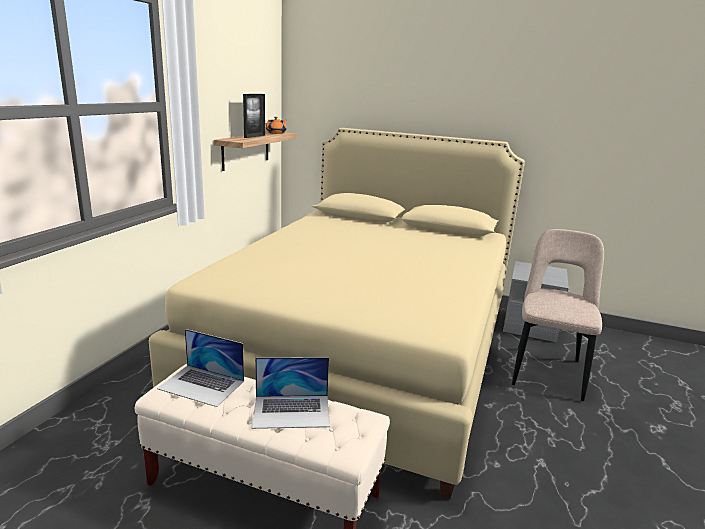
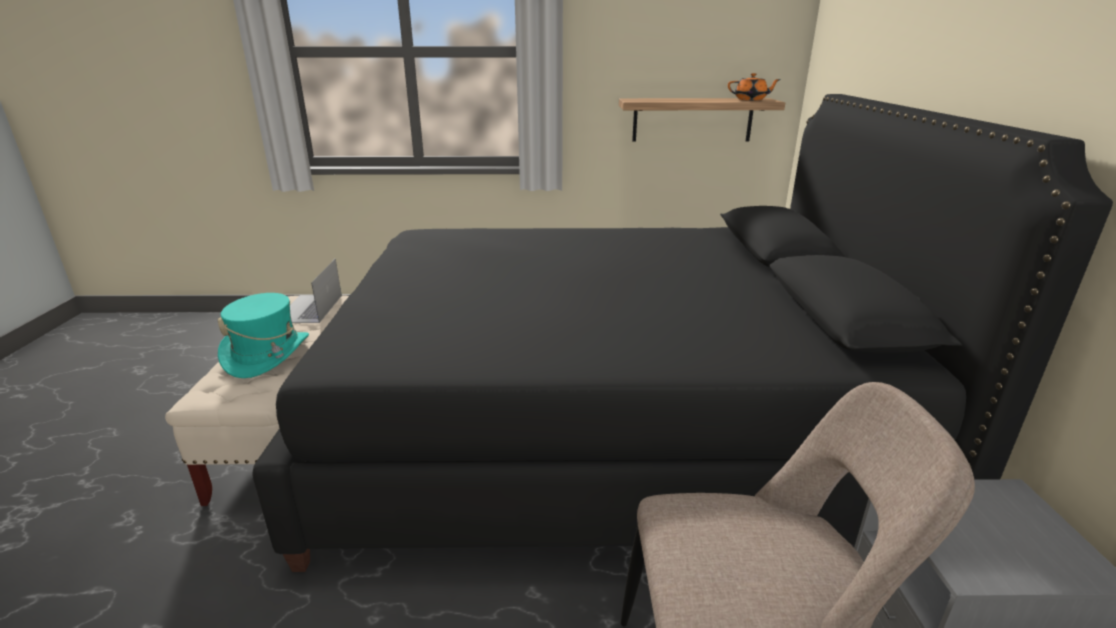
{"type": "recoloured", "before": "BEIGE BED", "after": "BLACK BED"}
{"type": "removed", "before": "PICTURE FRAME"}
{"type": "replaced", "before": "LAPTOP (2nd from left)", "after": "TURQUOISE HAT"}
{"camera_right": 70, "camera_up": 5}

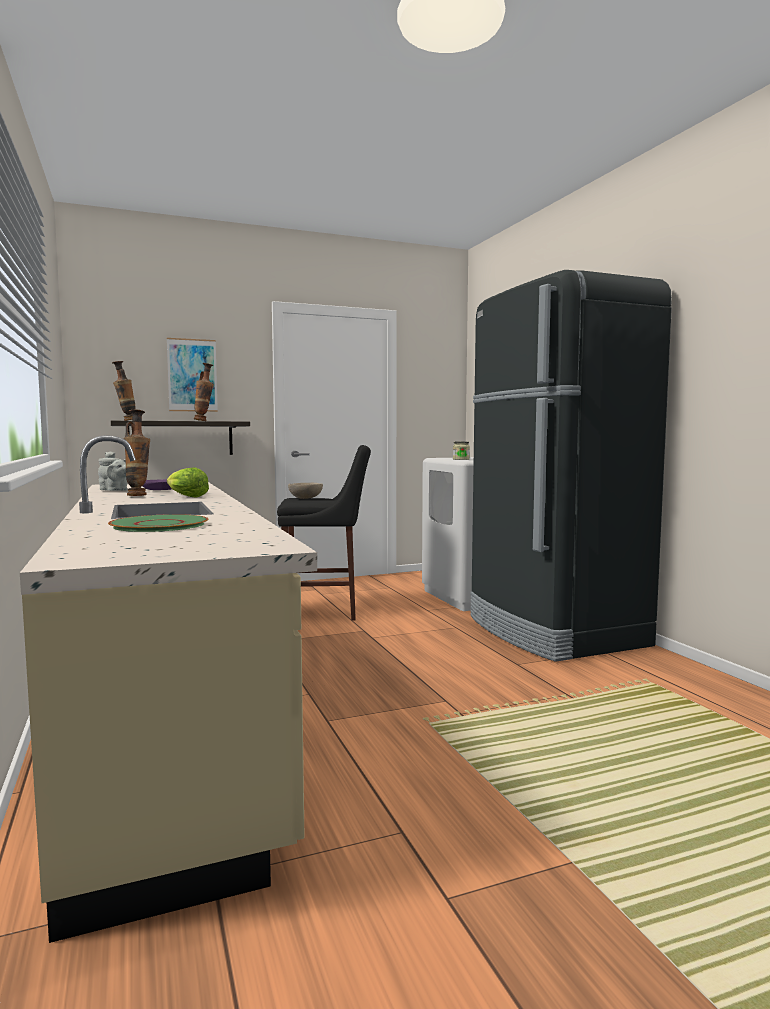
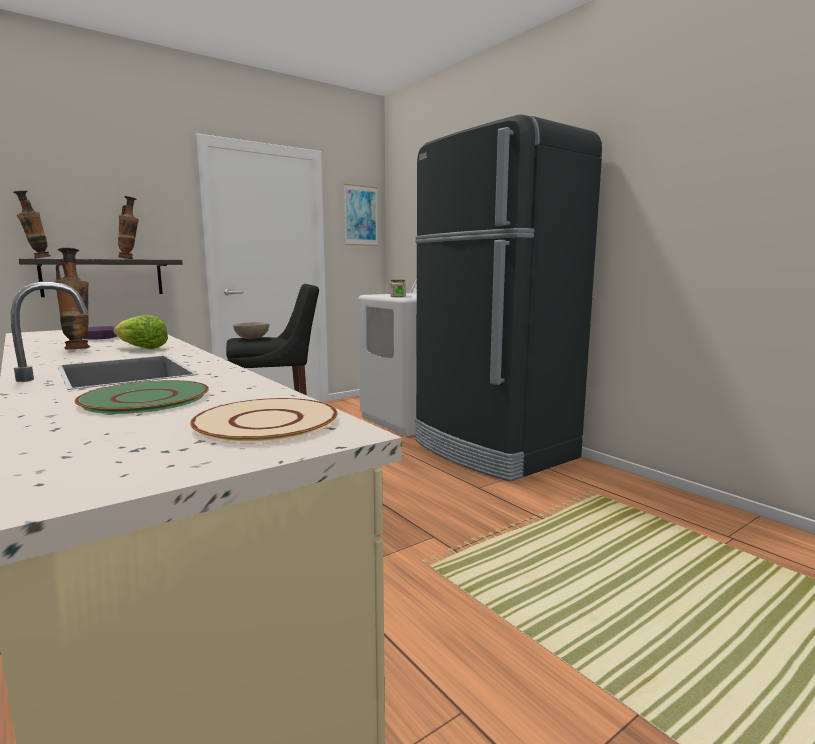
{"type": "removed", "before": "GREY TEAPOT"}
{"type": "moved", "before": "PICTURE"}
{"type": "added", "after": "BEIGE PLATE"}
{"camera_right": -15, "camera_up": 5}

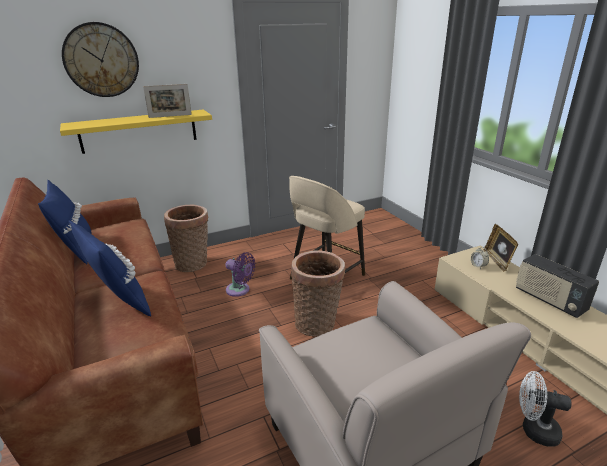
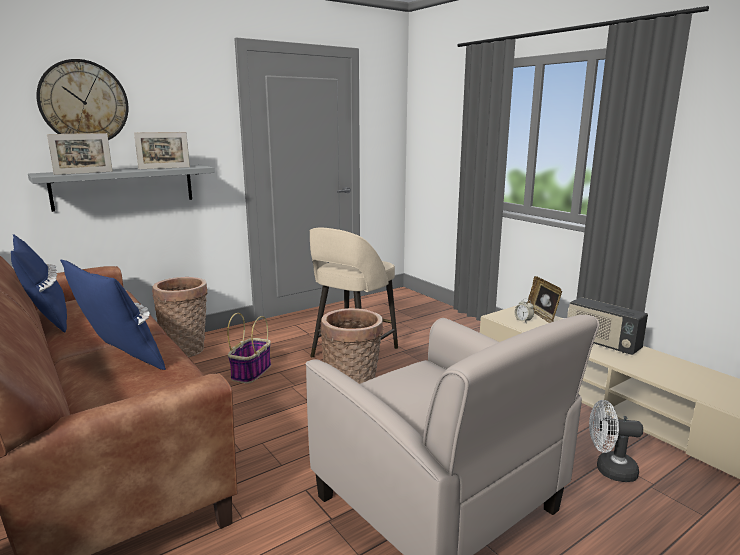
{"type": "recoloured", "before": "YELLOW SHELF", "after": "GREY SHELF"}
{"type": "replaced", "before": "PURPLE FAN", "after": "BASKET (2nd from left)"}
{"type": "added", "after": "PICTURE FRAME (1st from left)"}
{"camera_right": -10, "camera_up": -10}

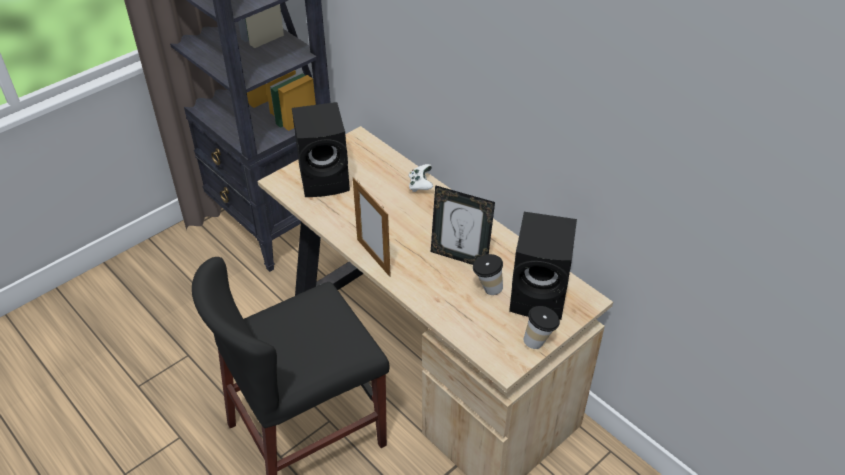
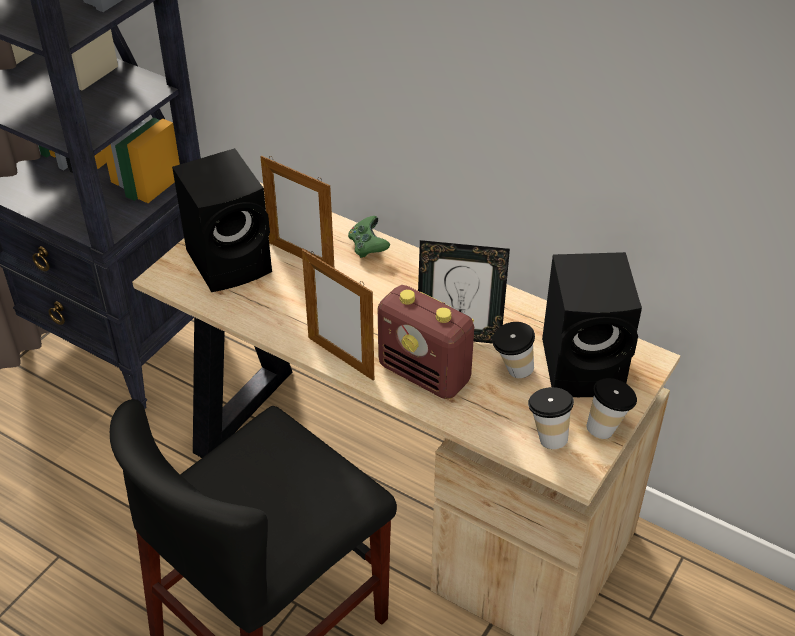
{"type": "recoloured", "before": "WHITE GAME CONTROLLER", "after": "GREEN GAME CONTROLLER"}
{"type": "added", "after": "PICTURE FRAME (1st from left)"}
{"type": "added", "after": "RADIO"}
{"type": "added", "after": "CUP (2nd from left)"}
{"camera_right": -15, "camera_up": 0}

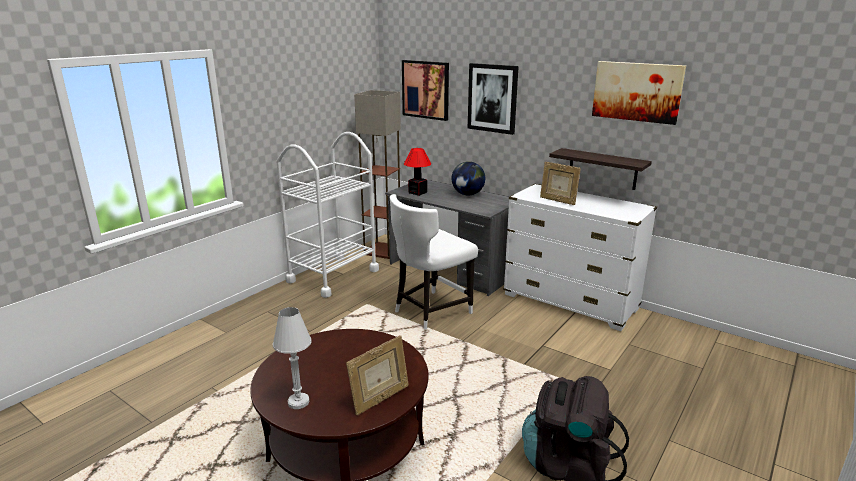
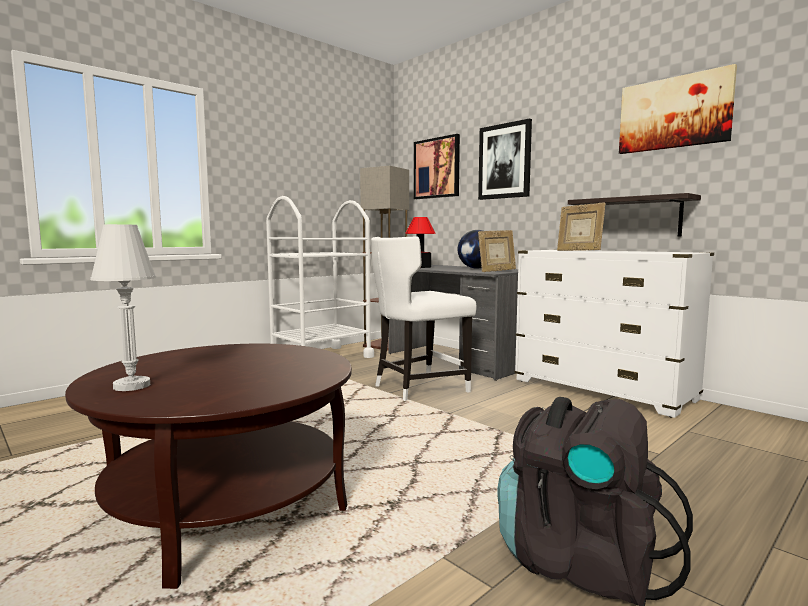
{"type": "moved", "before": "PICTURE FRAME (1st from left)"}
{"camera_right": 10, "camera_up": -15}

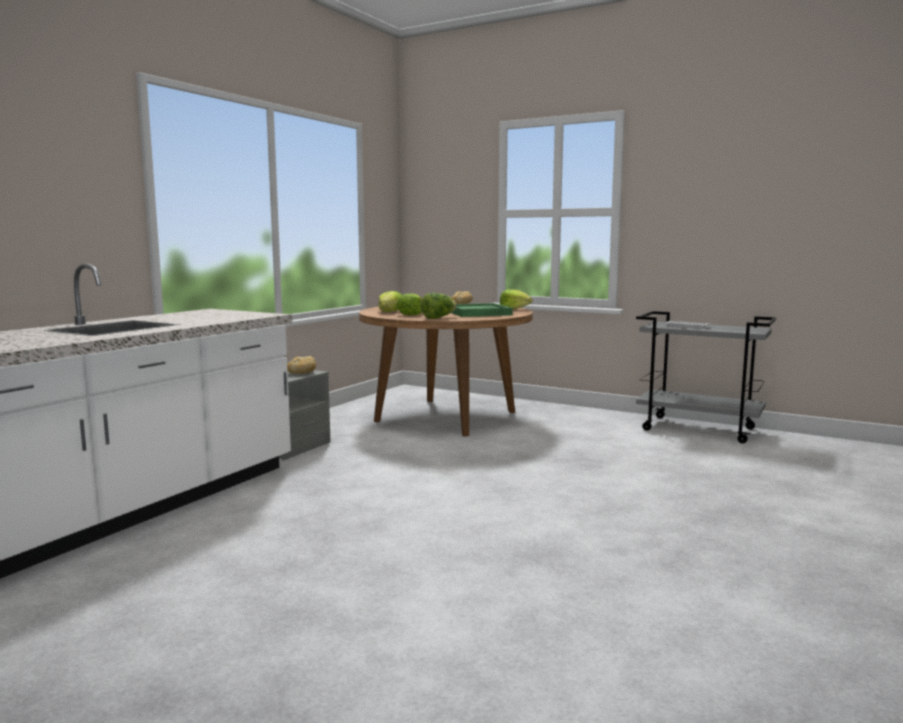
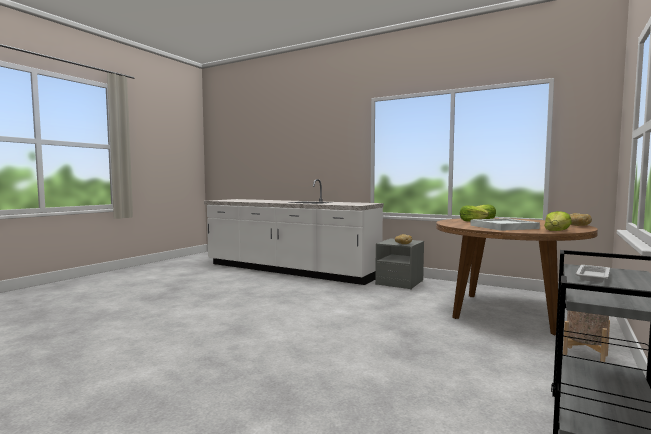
{"type": "removed", "before": "LETTUCE (3rd from left)"}
{"type": "recoloured", "before": "GREEN TRAY", "after": "WHITE TRAY (1st from left)"}
{"type": "added", "after": "BEIGE PLANTER"}
{"camera_right": 90, "camera_up": -5}

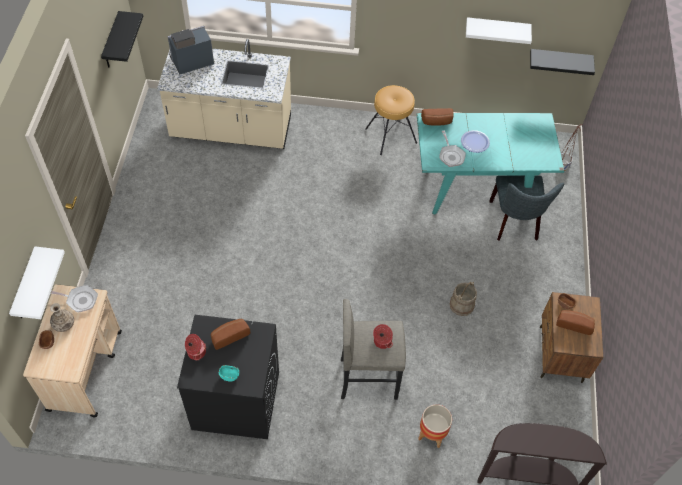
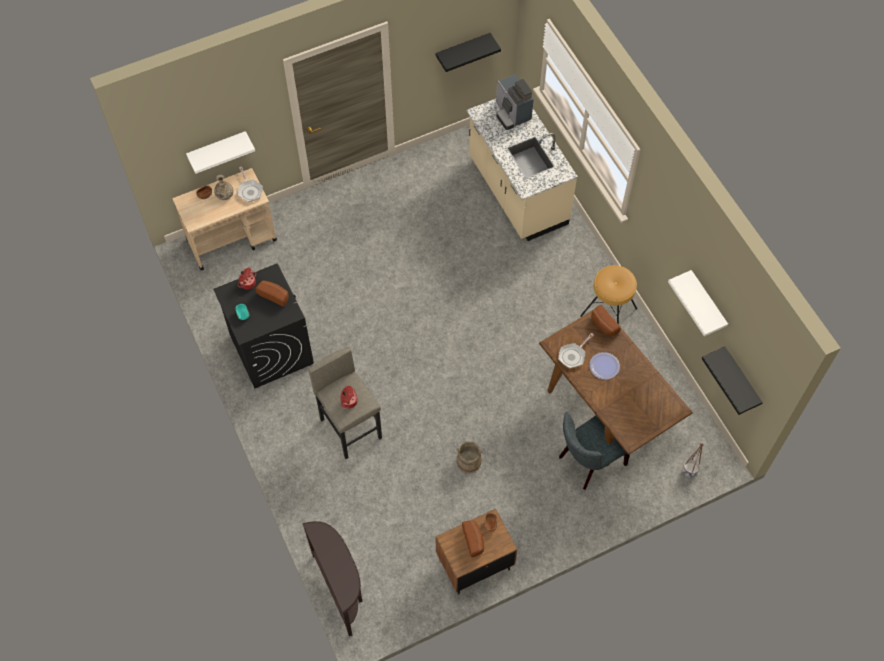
{"type": "turned", "before": "COFFEE MACHINE", "turn": -150}
{"type": "recoloured", "before": "TURQUOISE DINING TABLE", "after": "BROWN DINING TABLE"}
{"type": "removed", "before": "PLANTER (1st from left)"}
{"camera_right": 60, "camera_up": 5}

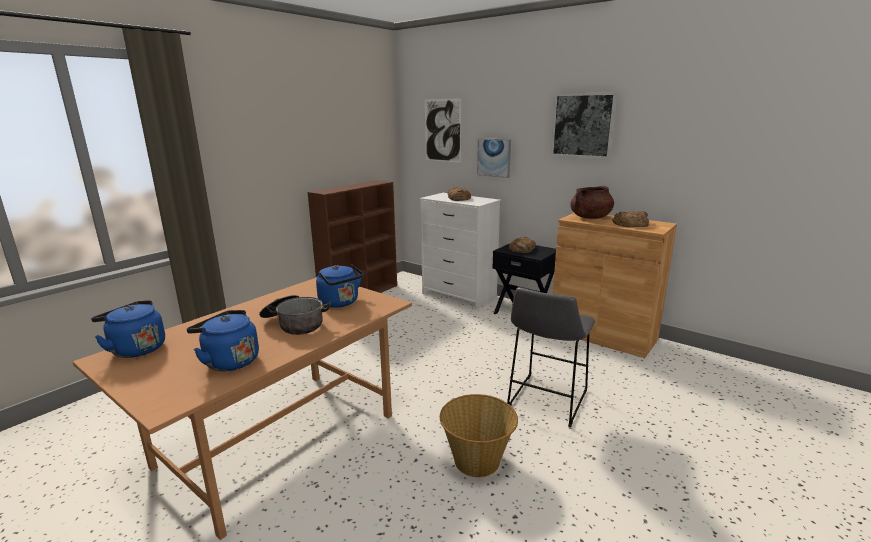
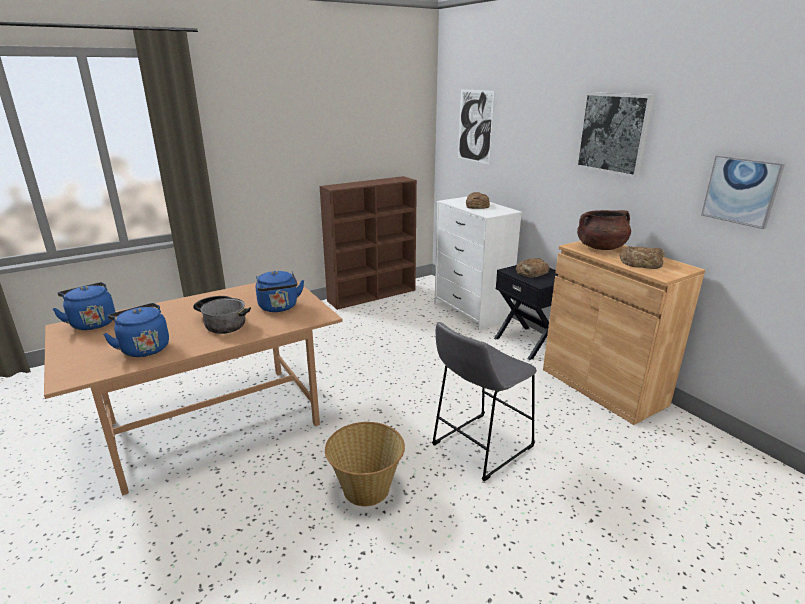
{"type": "moved", "before": "PICTURE (2nd from left in the first image)", "after": "PICTURE (3rd from left)"}
{"camera_right": 20, "camera_up": 5}

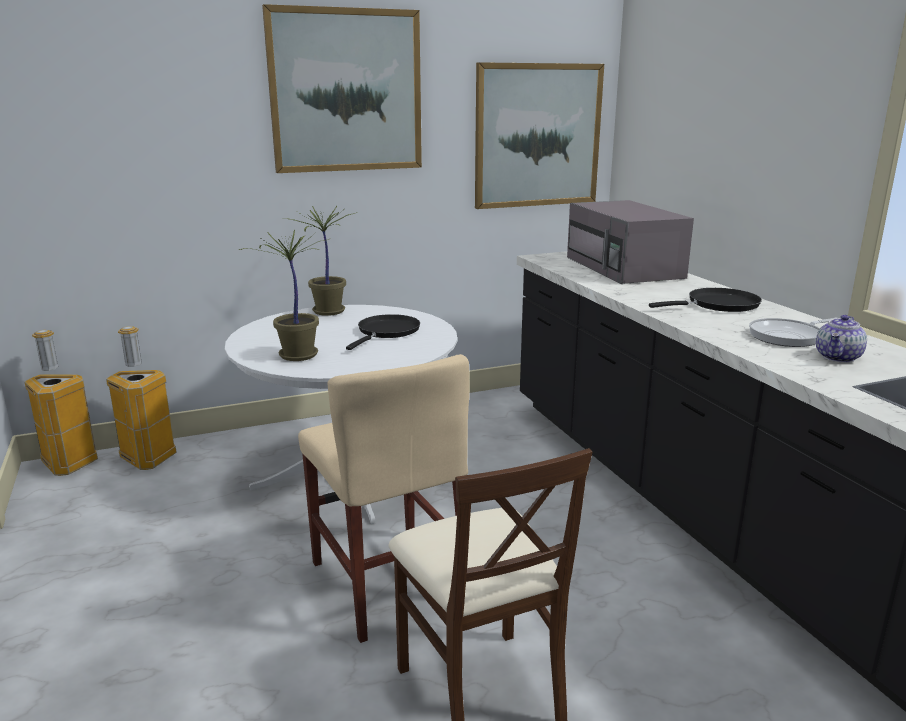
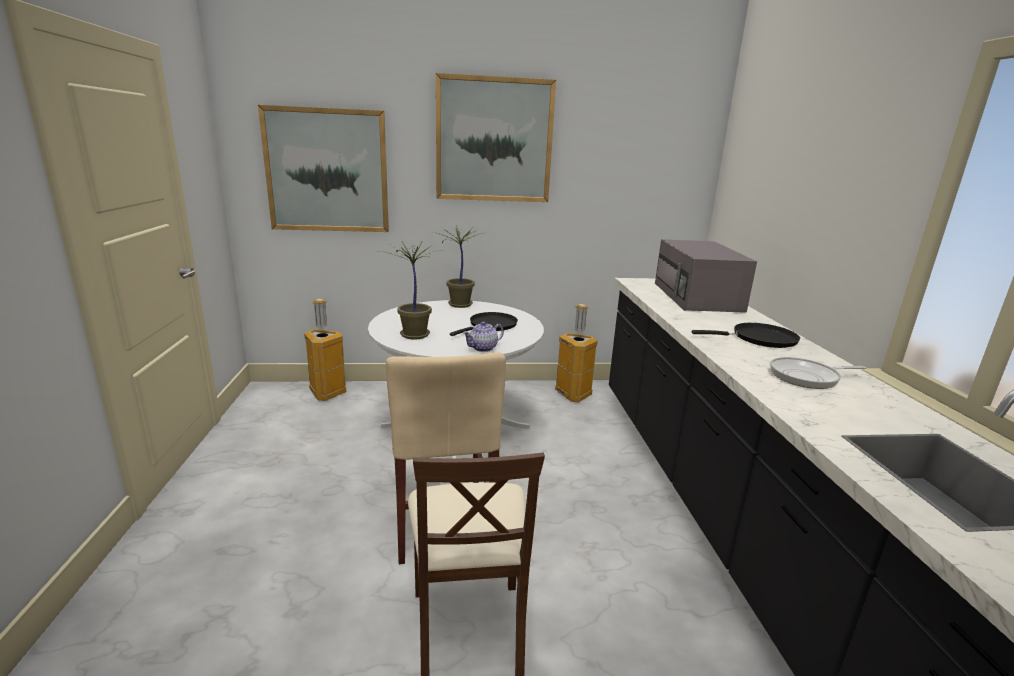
{"type": "moved", "before": "TRASH CAN (1st from left in the first image)", "after": "TRASH CAN (2nd from left)"}
{"type": "moved", "before": "PICTURE (2nd from left in the first image)", "after": "PICTURE (1st from left)"}
{"type": "moved", "before": "TEAPOT"}
{"camera_right": 15, "camera_up": 0}

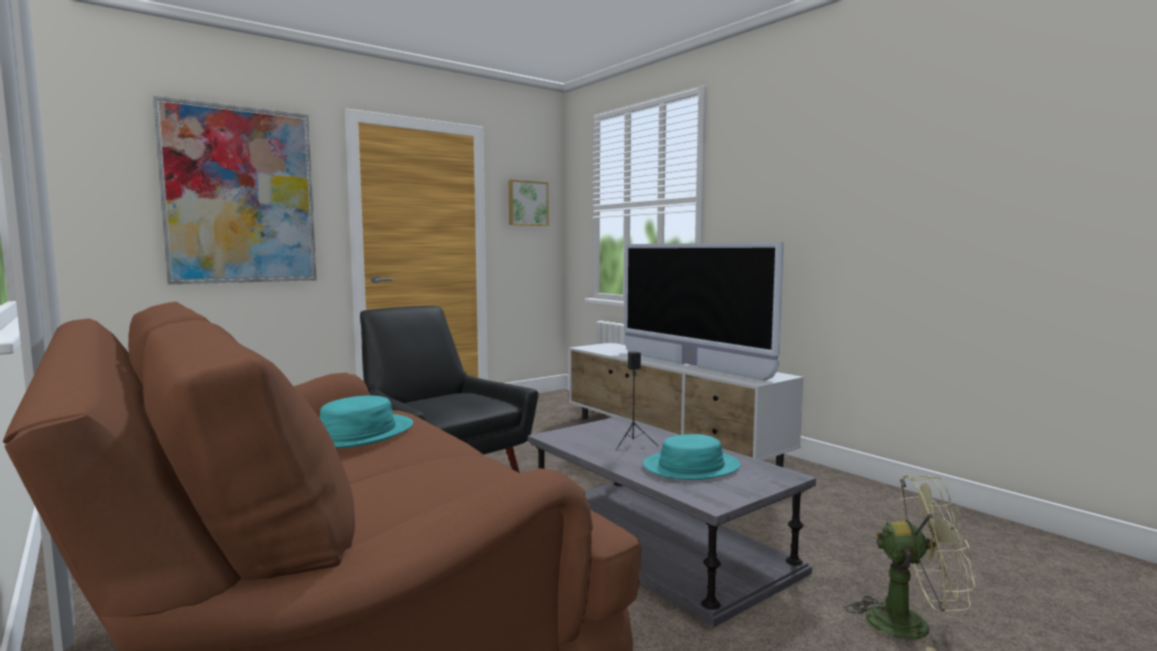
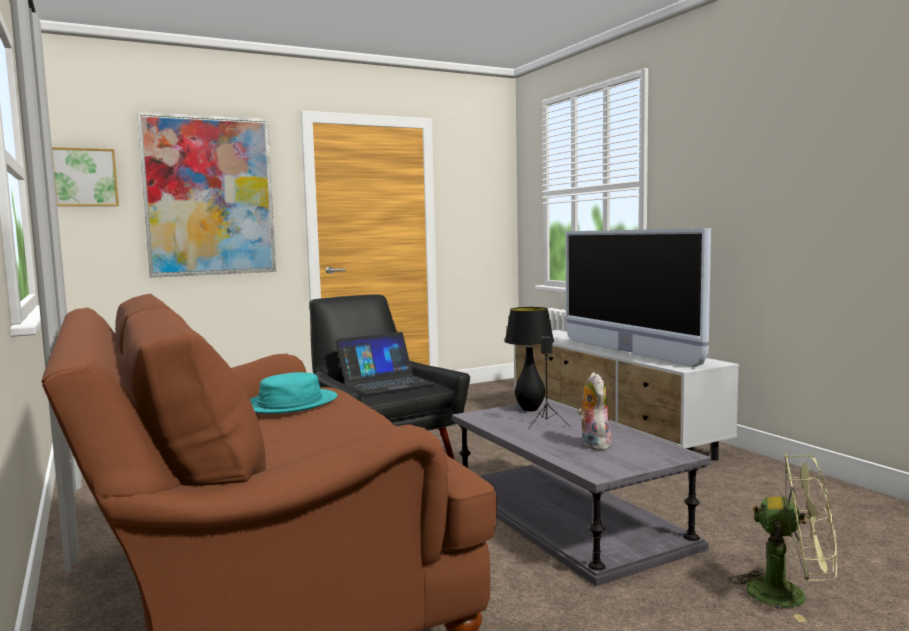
{"type": "moved", "before": "PICTURE (2nd from left in the first image)", "after": "PICTURE (1st from left)"}
{"type": "replaced", "before": "TURQUOISE HAT (2nd from left)", "after": "PLUSH TOY"}
{"type": "added", "after": "LAPTOP"}
{"type": "added", "after": "BLACK TABLE LAMP"}
{"camera_right": 10, "camera_up": 0}

